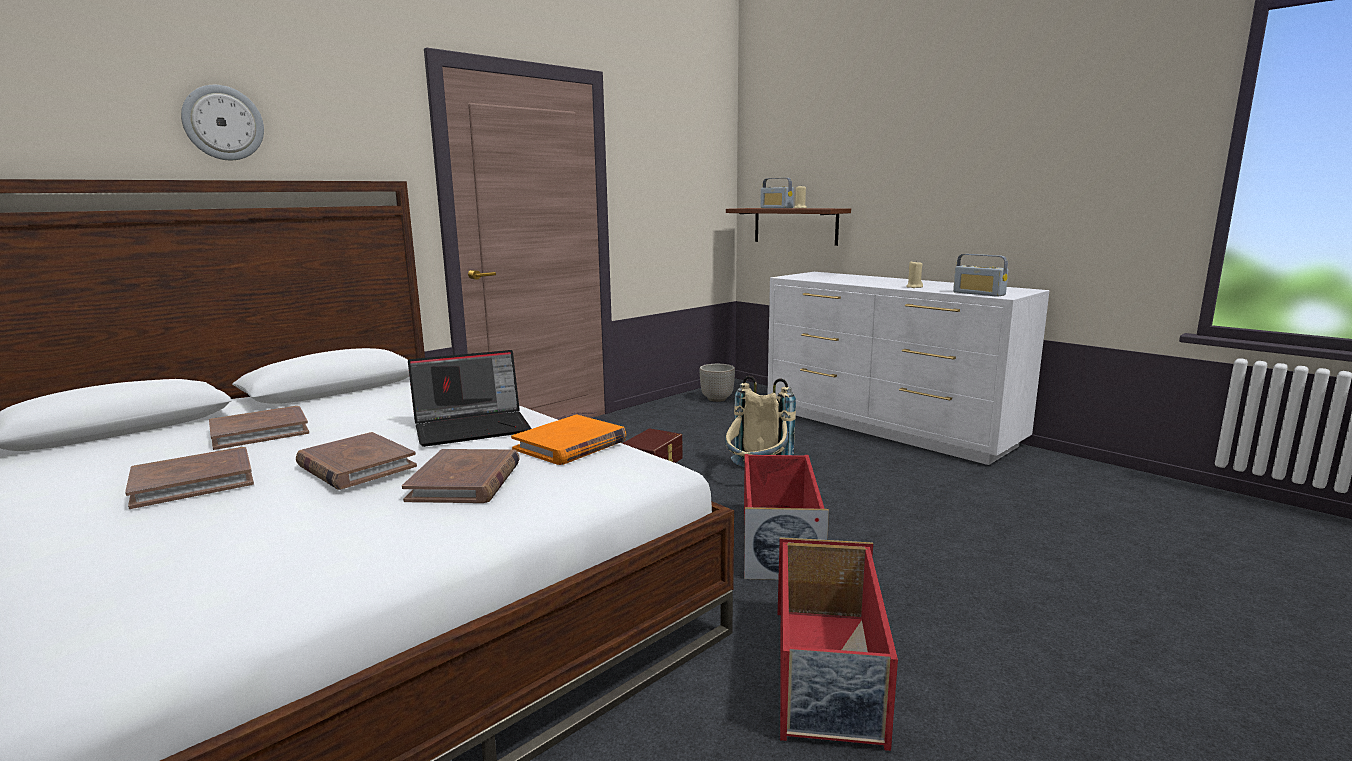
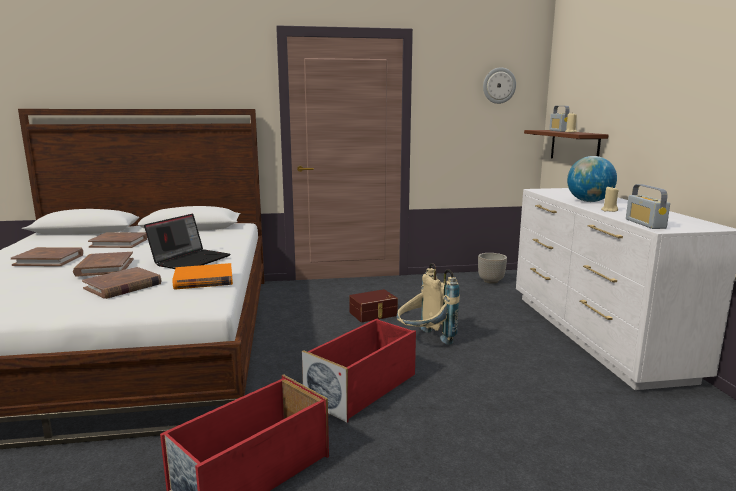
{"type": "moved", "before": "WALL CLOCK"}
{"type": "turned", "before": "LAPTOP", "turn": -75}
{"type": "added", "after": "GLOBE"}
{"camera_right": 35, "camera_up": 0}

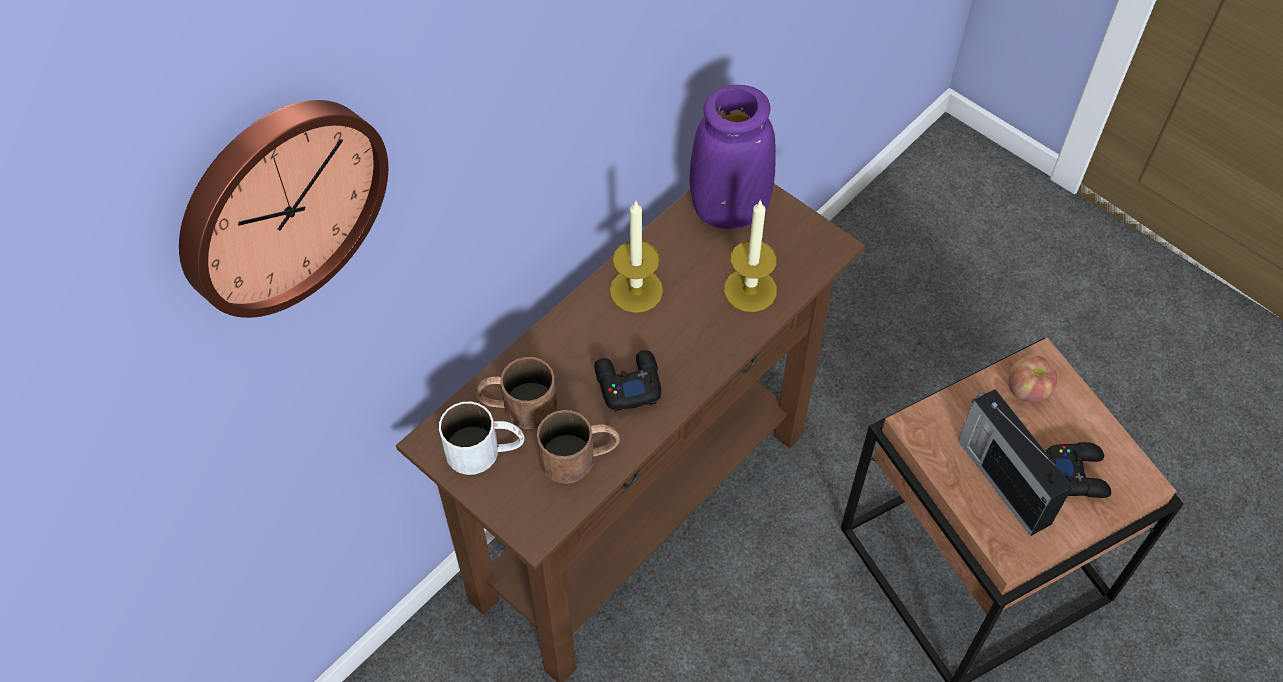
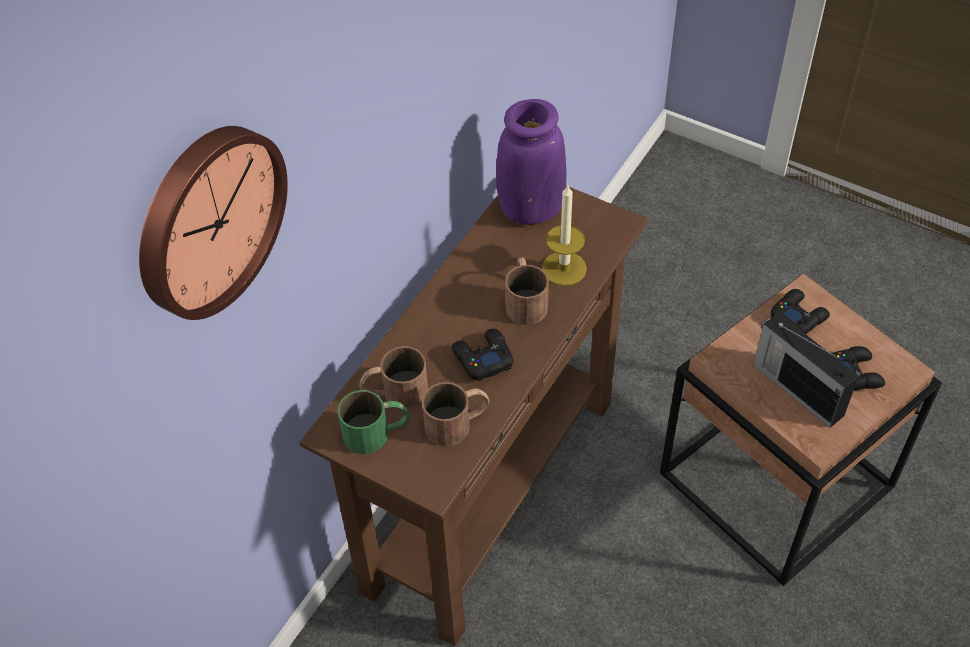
{"type": "recoloured", "before": "WHITE MUG", "after": "GREEN MUG"}
{"type": "removed", "before": "CANDLE (1st from left)"}
{"type": "replaced", "before": "APPLE", "after": "BLACK GAME CONTROLLER (2nd from left)"}
{"type": "added", "after": "BROWN MUG (3rd from left)"}
{"camera_right": -10, "camera_up": -5}

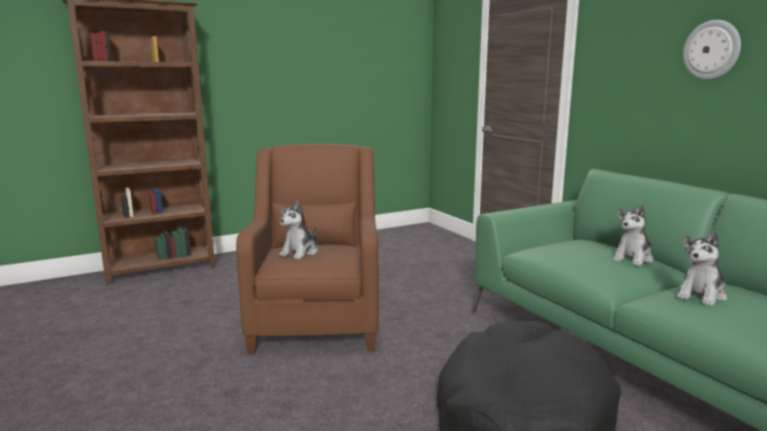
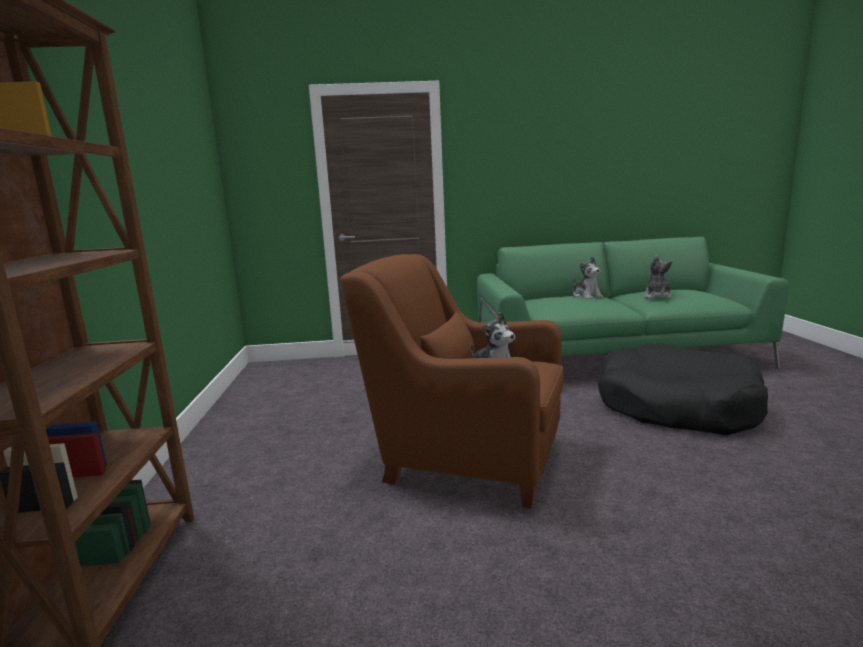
{"type": "turned", "before": "PLUSH TOY (3rd from left)", "turn": -150}
{"type": "removed", "before": "WALL CLOCK"}
{"camera_right": -65, "camera_up": 0}

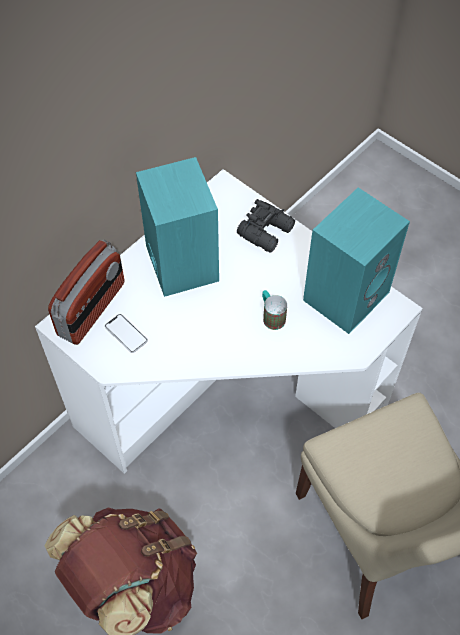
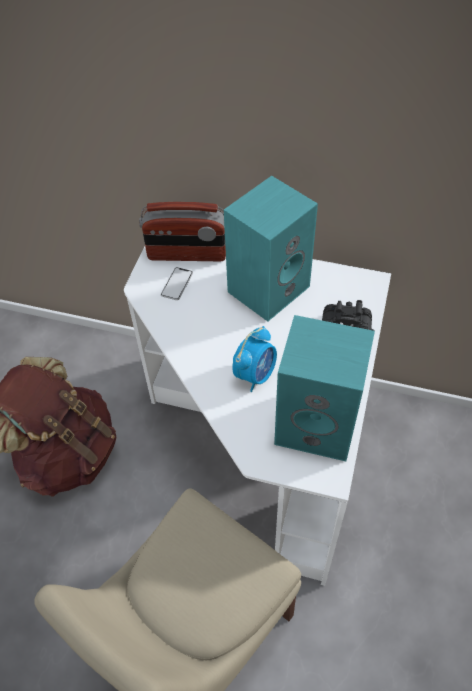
{"type": "replaced", "before": "MUG", "after": "ALARM CLOCK"}
{"camera_right": 65, "camera_up": -5}

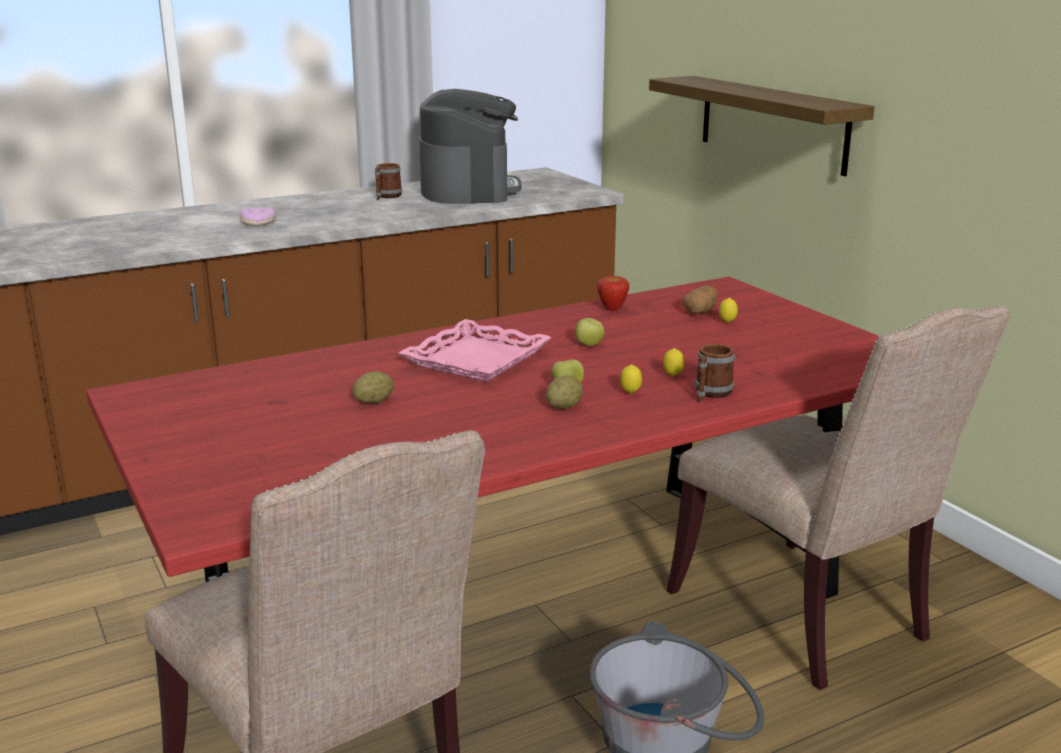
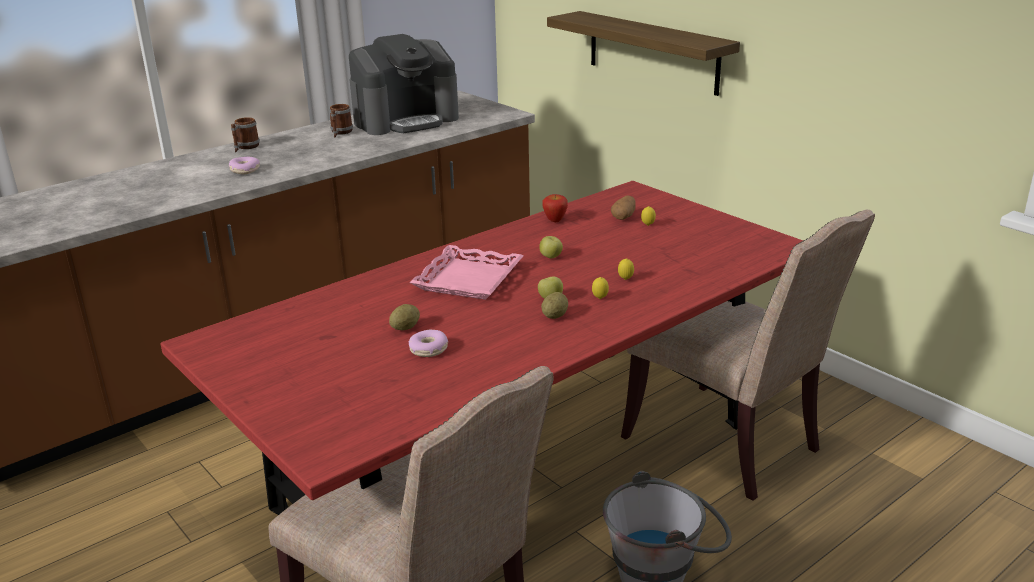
{"type": "turned", "before": "COFFEE MACHINE", "turn": 75}
{"type": "moved", "before": "MUG (2nd from left in the first image)", "after": "MUG (1st from left)"}
{"type": "added", "after": "DONUT (2nd from left)"}
{"camera_right": -10, "camera_up": 5}

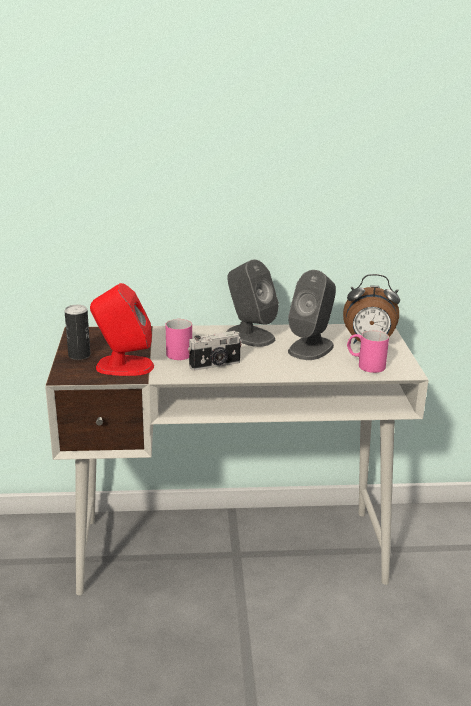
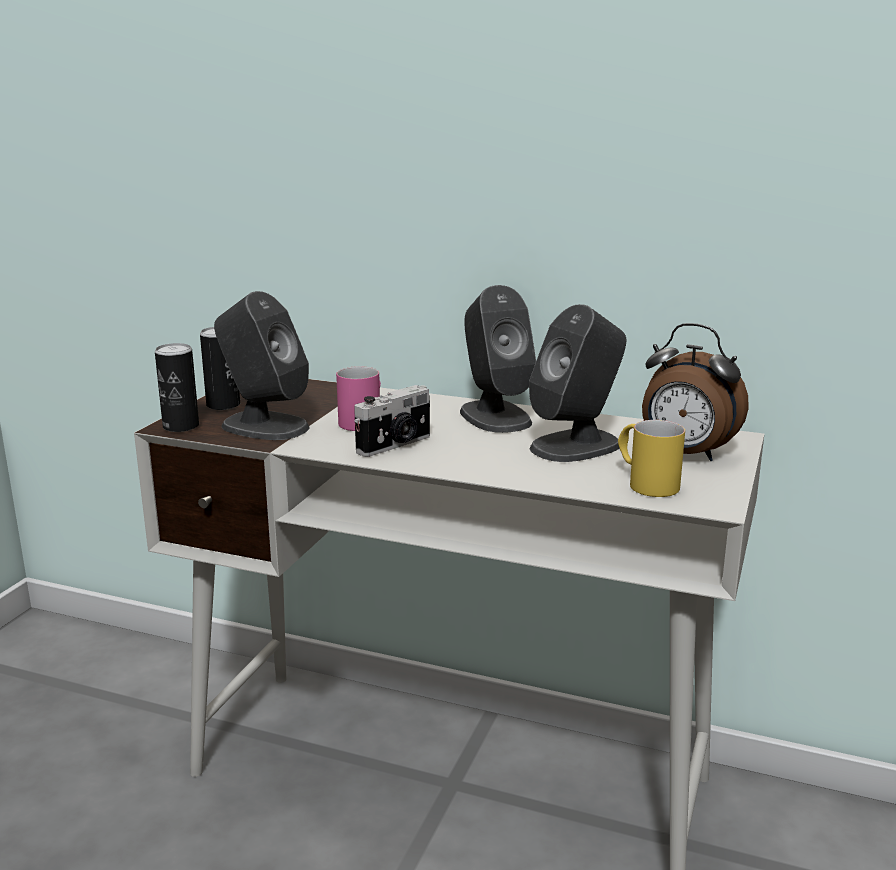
{"type": "recoloured", "before": "RED SPEAKER", "after": "GREY SPEAKER (1st from left)"}
{"type": "turned", "before": "PHOTO CAMERA", "turn": -45}
{"type": "recoloured", "before": "PINK MUG (2nd from left)", "after": "YELLOW MUG"}
{"type": "added", "after": "CAN (1st from left)"}
{"camera_right": 25, "camera_up": -5}

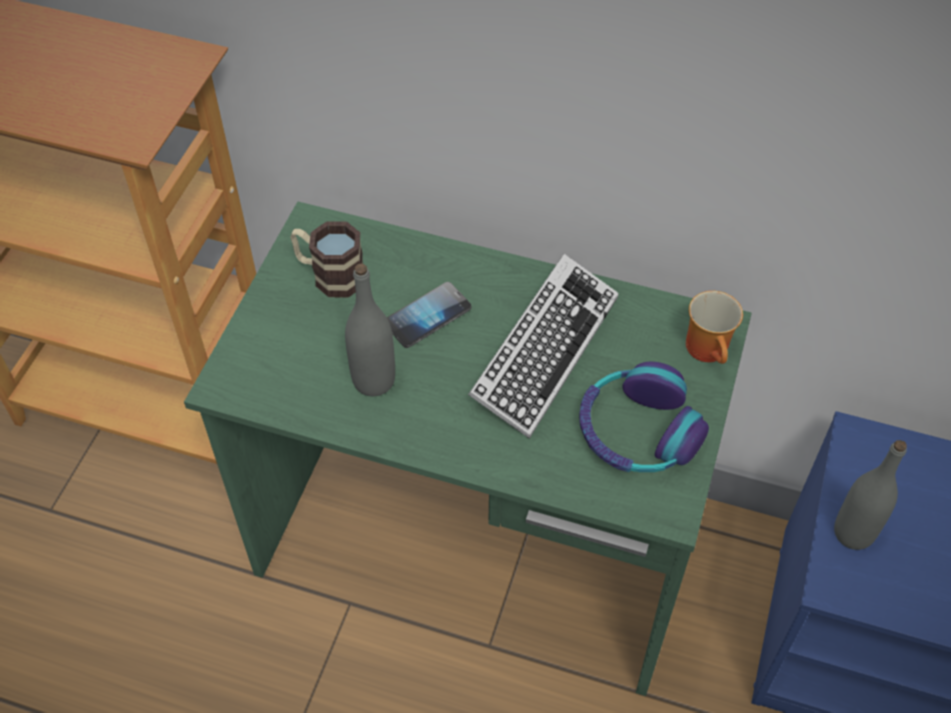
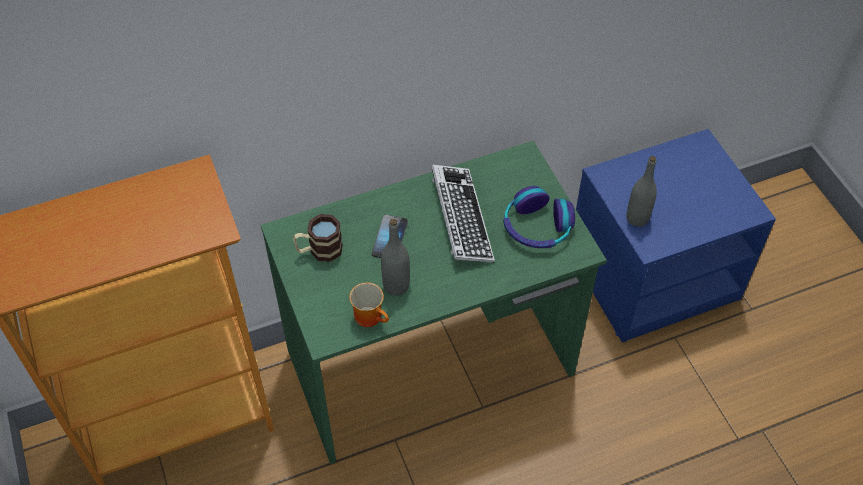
{"type": "moved", "before": "MUG (2nd from left)"}
{"camera_right": -40, "camera_up": 0}

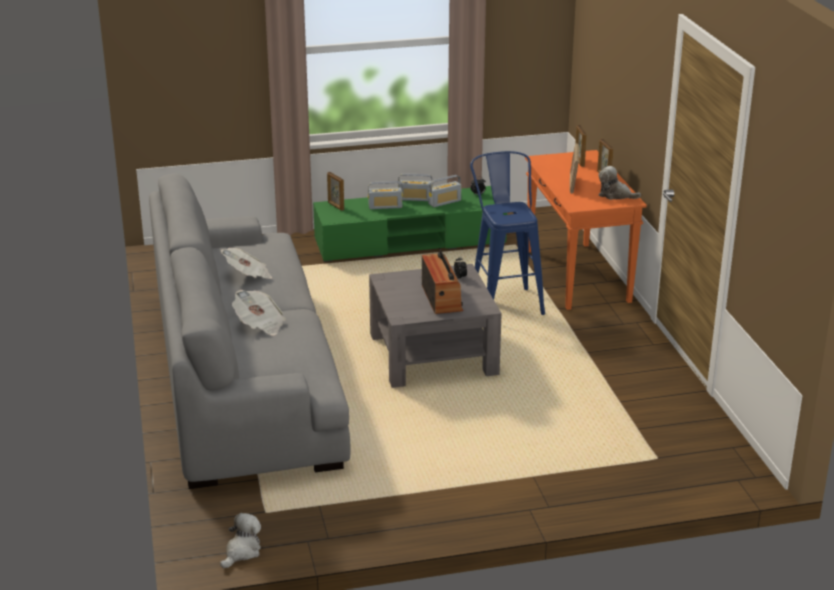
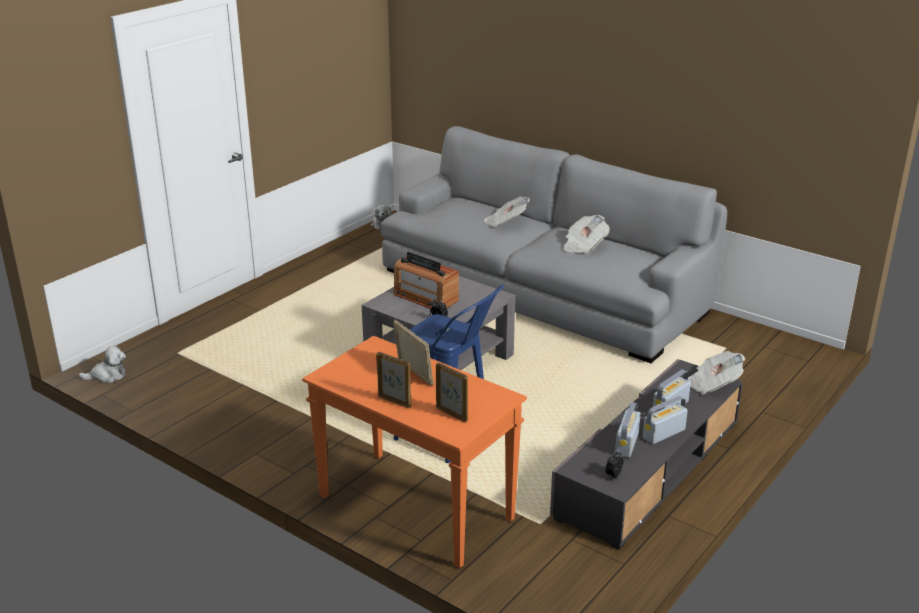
{"type": "recoloured", "before": "GREEN TV STAND", "after": "GREY TV STAND"}
{"type": "replaced", "before": "PICTURE FRAME (1st from left)", "after": "NEWSPAPER (3rd from left)"}
{"type": "moved", "before": "PLUSH TOY (2nd from left in the first image)", "after": "PLUSH TOY (1st from left)"}
{"camera_right": 140, "camera_up": 0}

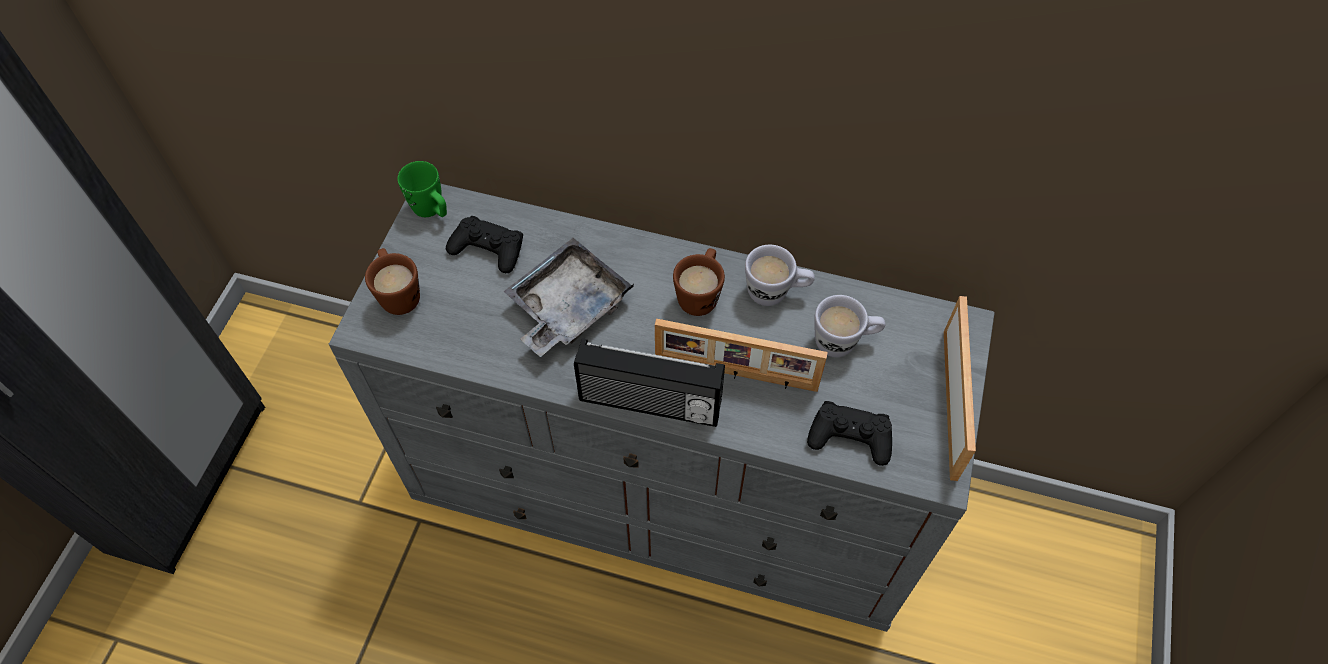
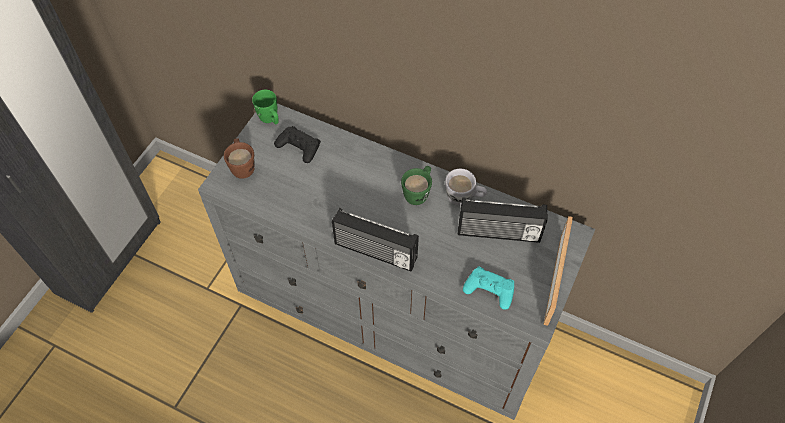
{"type": "removed", "before": "GREY TRAY"}
{"type": "removed", "before": "PICTURE FRAME (1st from left)"}
{"type": "recoloured", "before": "BROWN MUG (2nd from left)", "after": "GREEN MUG (2nd from left)"}
{"type": "recoloured", "before": "BLACK GAME CONTROLLER (2nd from left)", "after": "TURQUOISE GAME CONTROLLER"}
{"type": "replaced", "before": "WHITE MUG (2nd from left)", "after": "RADIO (2nd from left)"}
{"camera_right": 10, "camera_up": 0}

